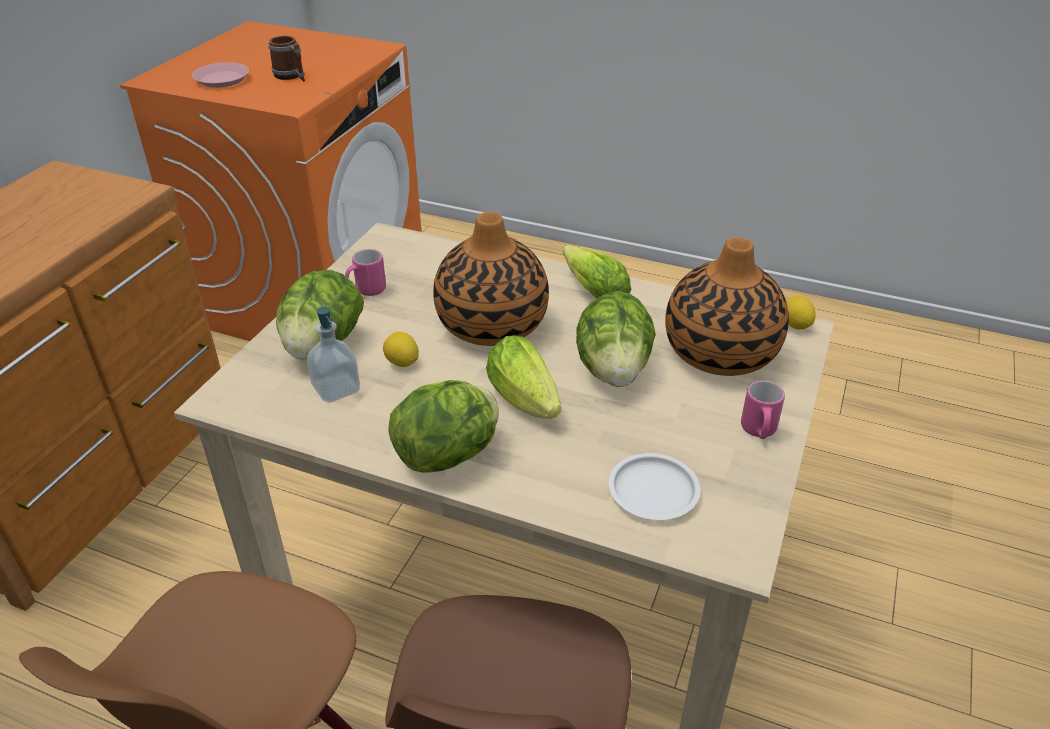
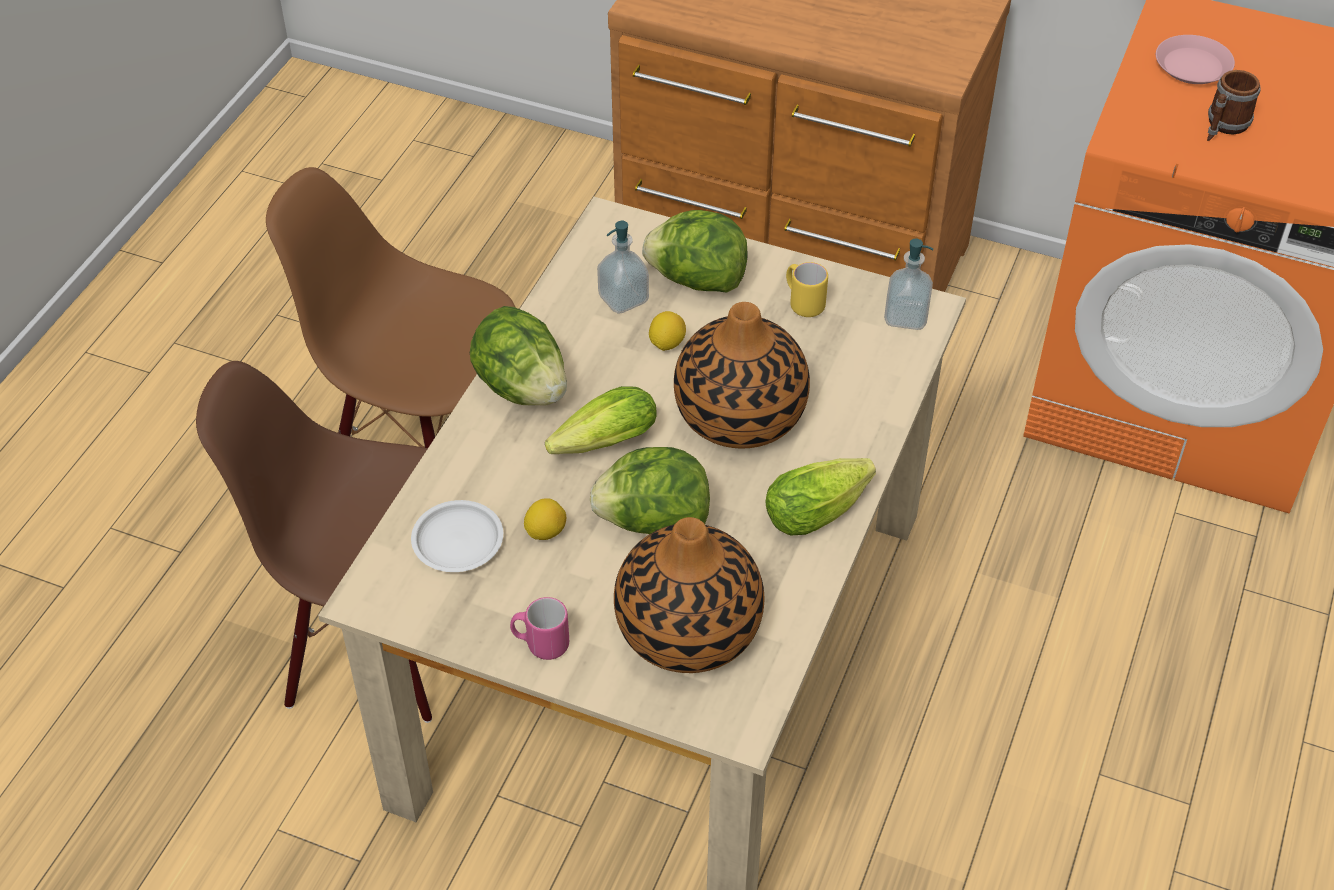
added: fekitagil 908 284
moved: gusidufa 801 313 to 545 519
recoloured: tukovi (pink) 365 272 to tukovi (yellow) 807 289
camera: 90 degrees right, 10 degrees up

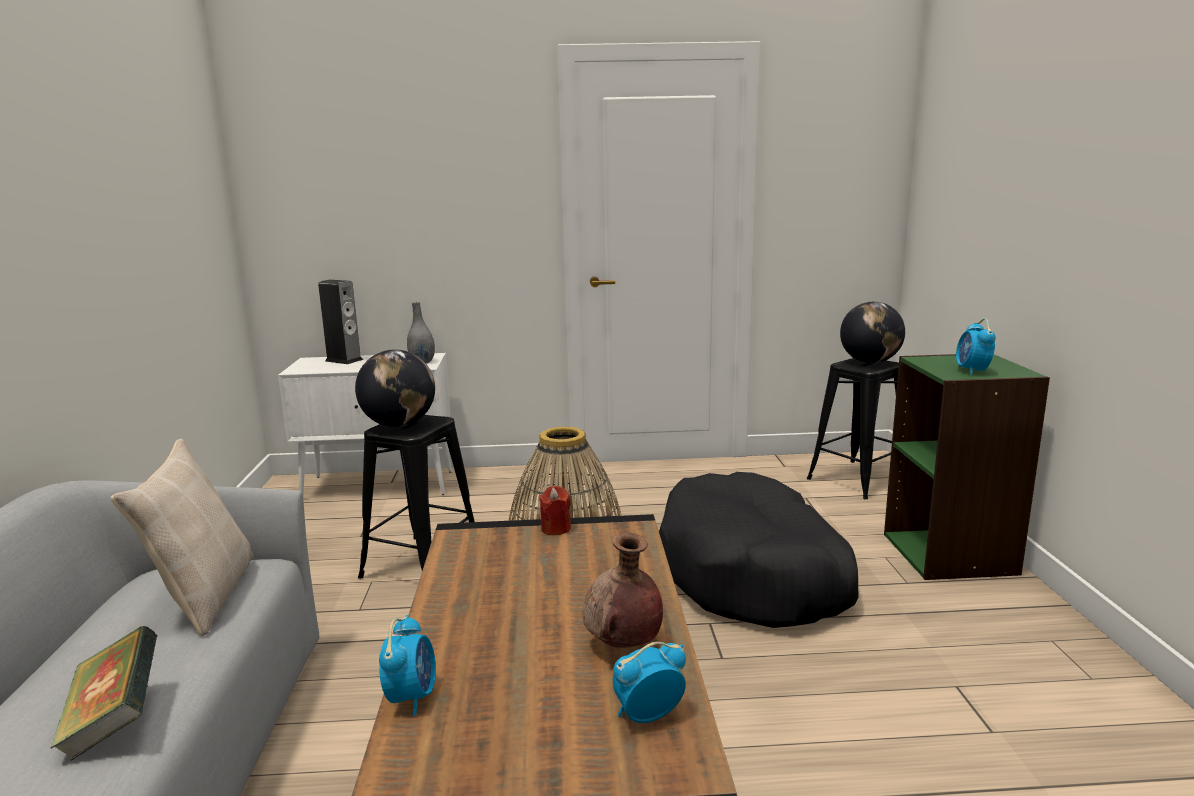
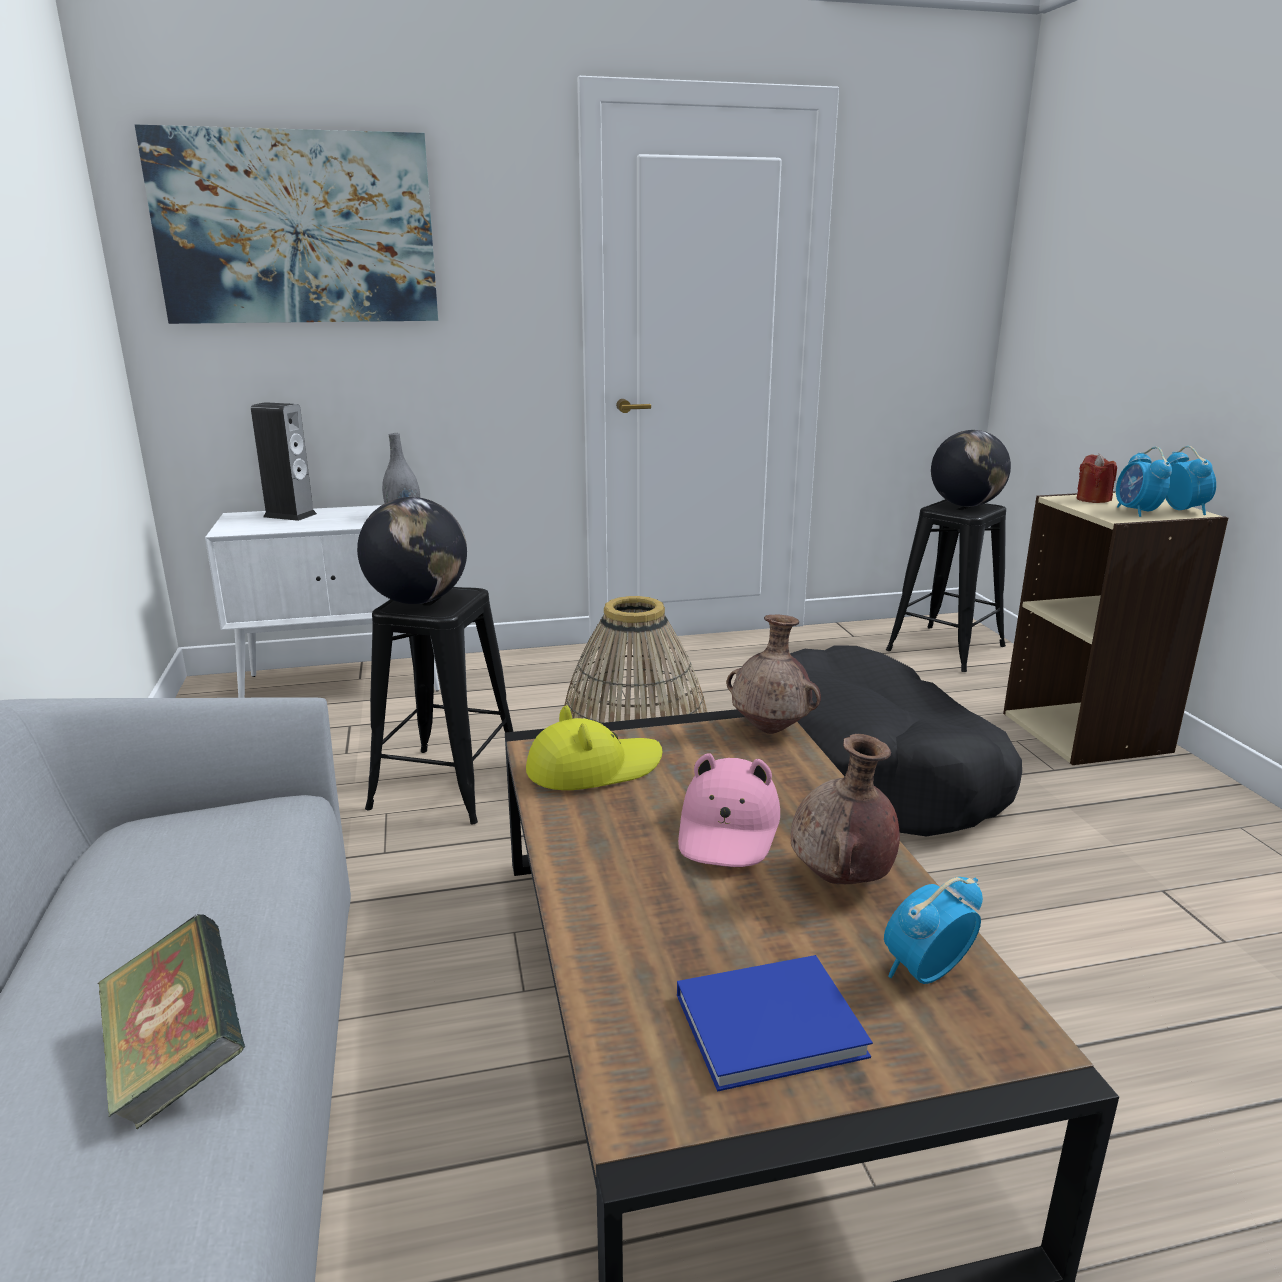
removed: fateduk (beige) 182 537
added: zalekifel 286 224; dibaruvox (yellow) 594 747; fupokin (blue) 775 1023; dibaruvox (pink) 729 810; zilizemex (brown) 773 674
moved: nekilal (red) 555 510 to 1097 478; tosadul 407 665 to 1191 480
recoloured: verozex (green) 967 467 to verozex (beige) 1115 628
camera: 10 degrees left, 5 degrees up

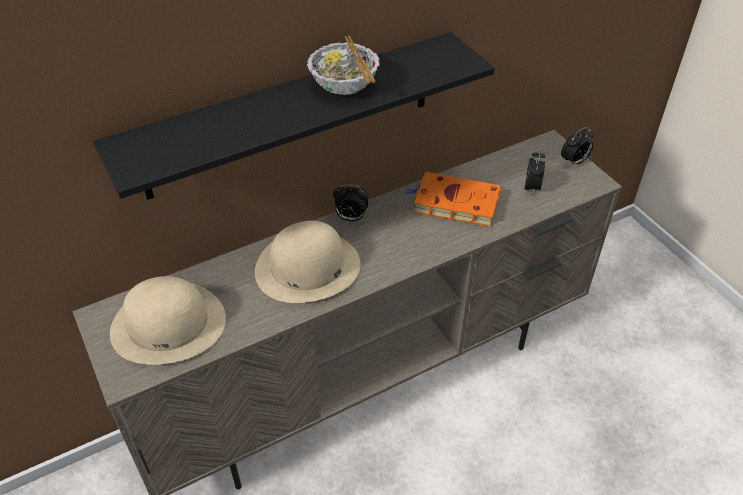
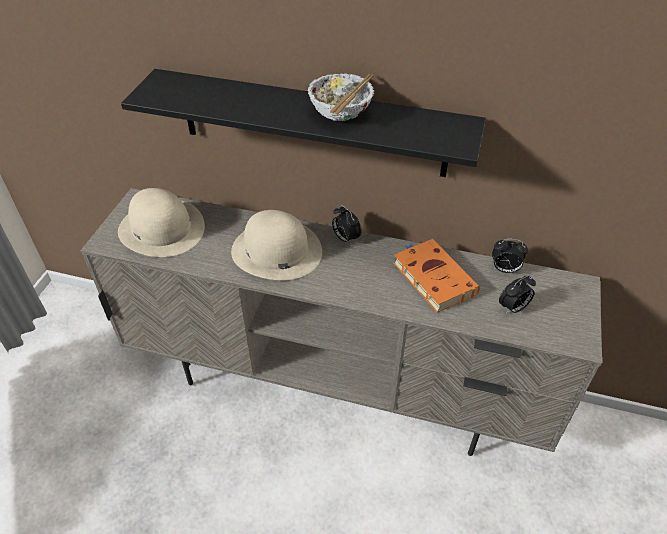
moved: tosadul 577 146 to 510 256
camera: 45 degrees right, 0 degrees up

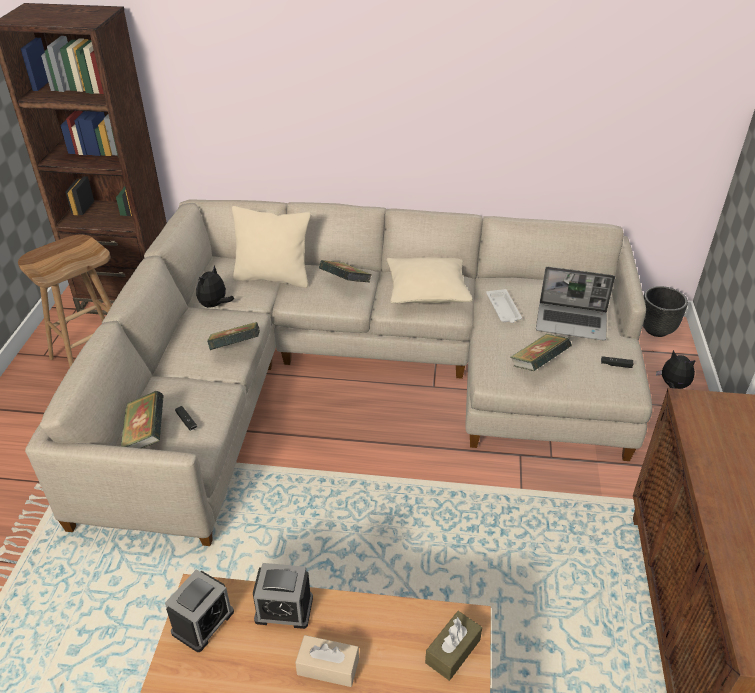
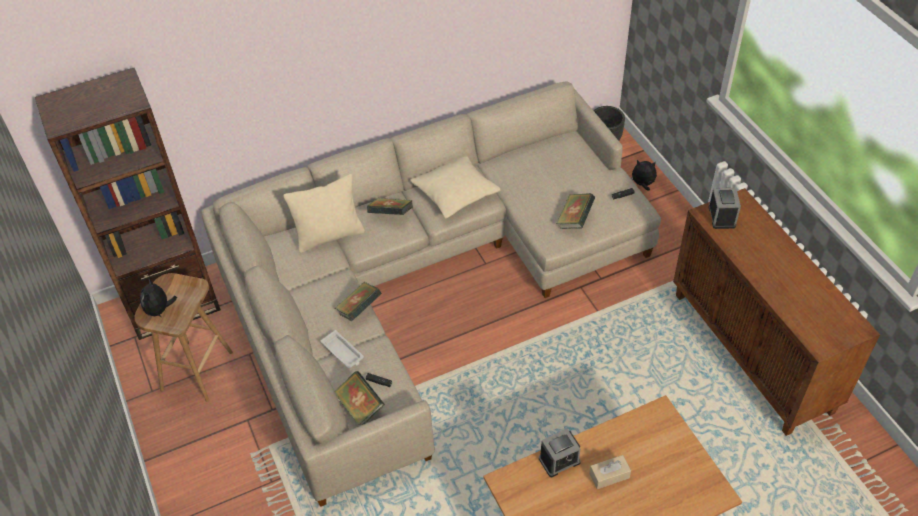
removed: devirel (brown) 453 646; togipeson 575 304
moved: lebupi 215 286 to 158 297; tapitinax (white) 504 306 to 342 349; tosadul 199 611 to 725 208
camera: 30 degrees left, 10 degrees up

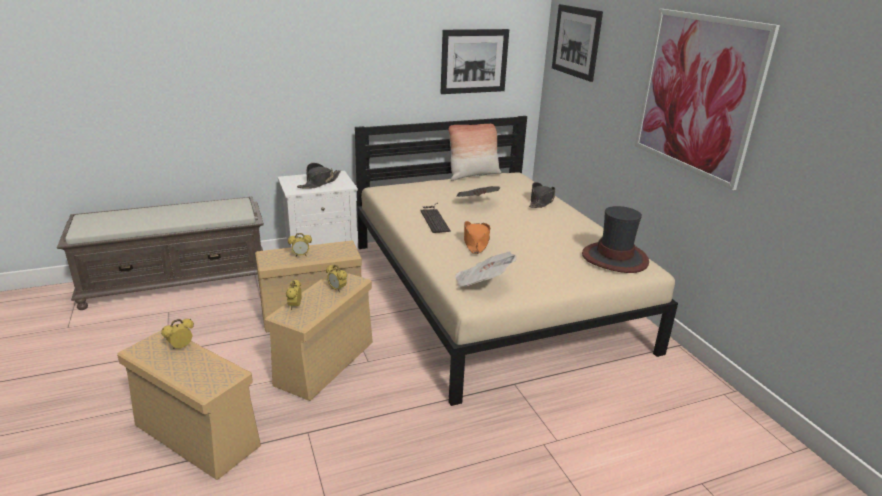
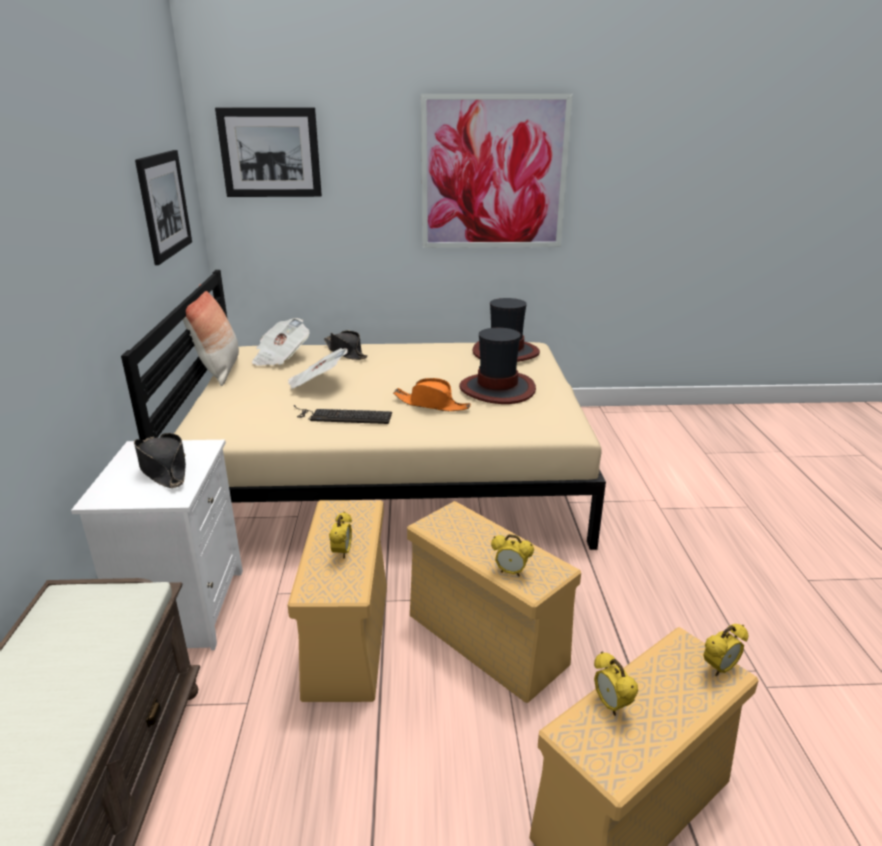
added: dibaruvox 497 366
moved: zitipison 486 270 to 280 342; tosadul 336 278 to 725 650
camera: 70 degrees left, 0 degrees up

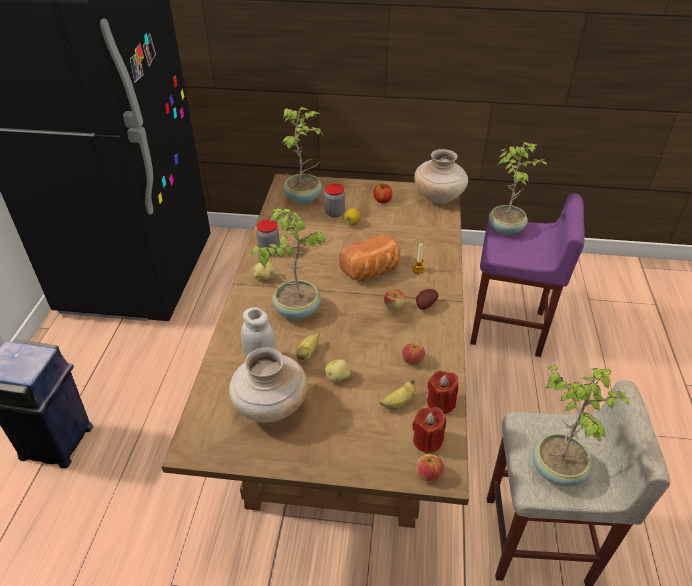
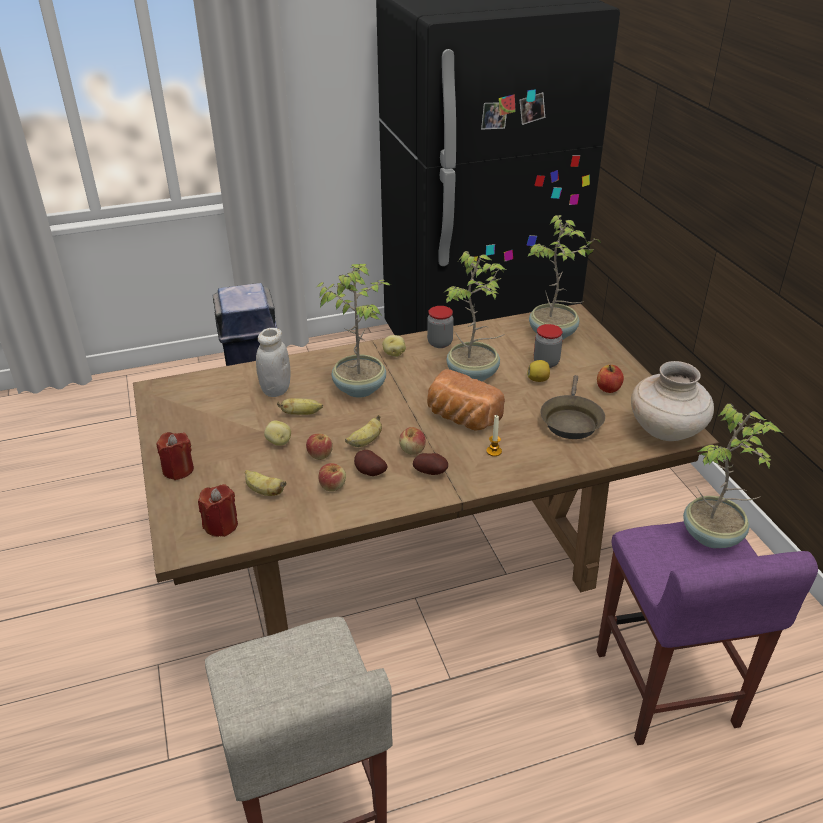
removed: zilizemex (beige) 268 385
added: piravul 363 431; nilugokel 371 463; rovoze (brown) 573 407
moved: nekilal (red) 442 392 to 175 456; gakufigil 430 468 to 319 447; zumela 582 426 to 475 316
camera: 65 degrees right, 5 degrees down

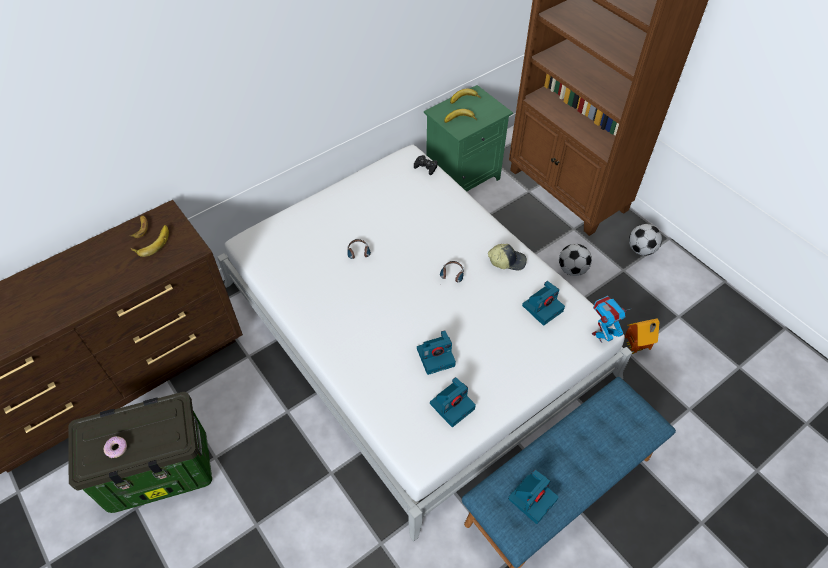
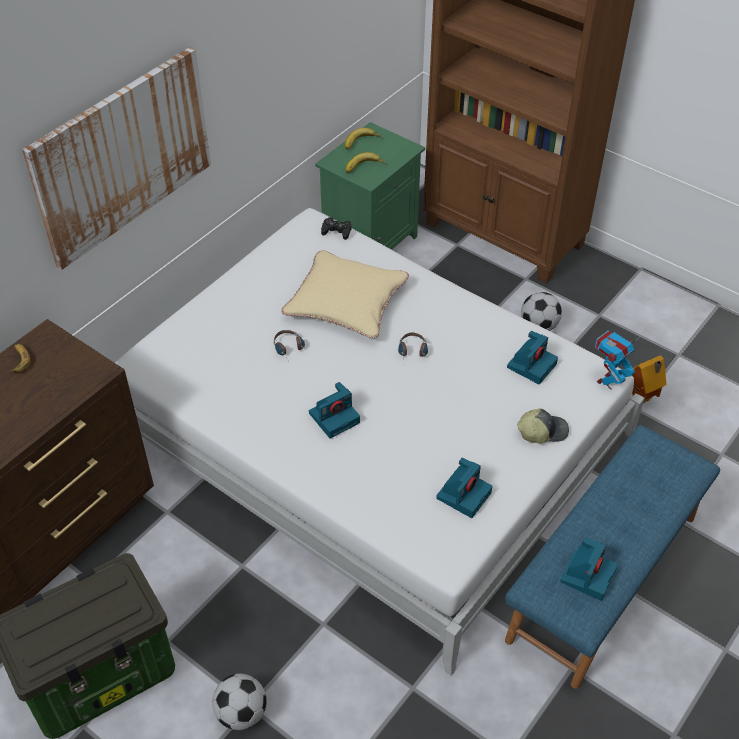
removed: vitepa 115 447; piravul 150 241
added: zalekifel 116 158; fateduk (beige) 345 294
moved: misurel 645 240 to 239 702; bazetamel 436 352 to 334 410; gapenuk 507 257 to 543 426
camera: 15 degrees left, 5 degrees down

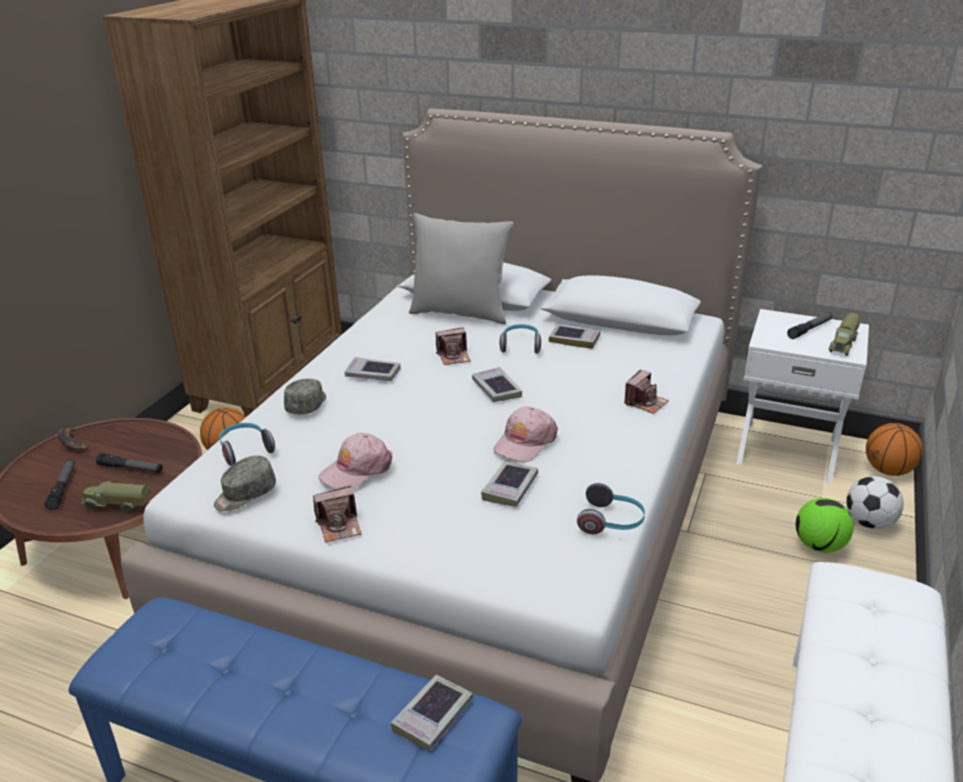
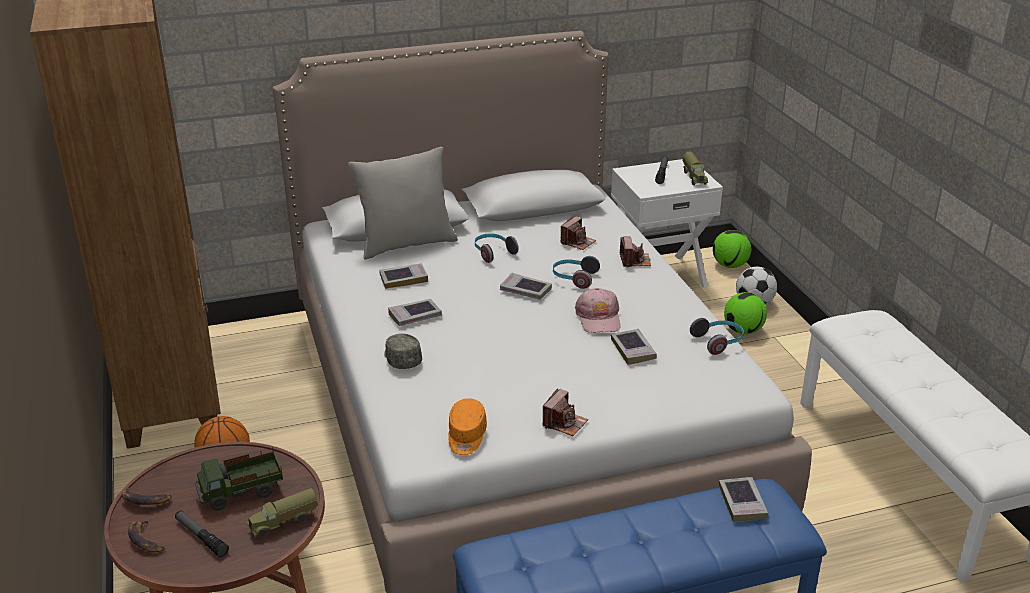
removed: gapenuk (pink) 355 461
added: piravul 146 535
moved: fupokin 575 336 to 403 276; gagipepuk 247 444 to 576 272; bazetamel 453 346 to 578 233
replaced: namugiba 129 463 to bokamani 239 479; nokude 894 449 to misurel 732 249
recoloured: gapenuk (grey) 245 483 to gapenuk (orange) 467 426
camera: 40 degrees left, 0 degrees up

